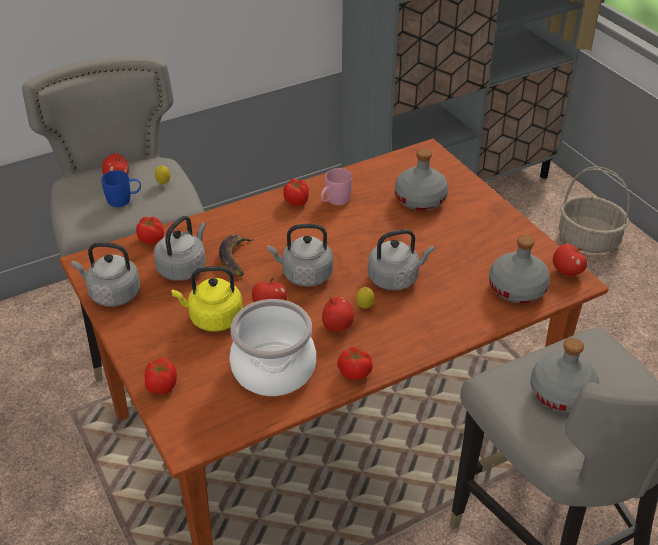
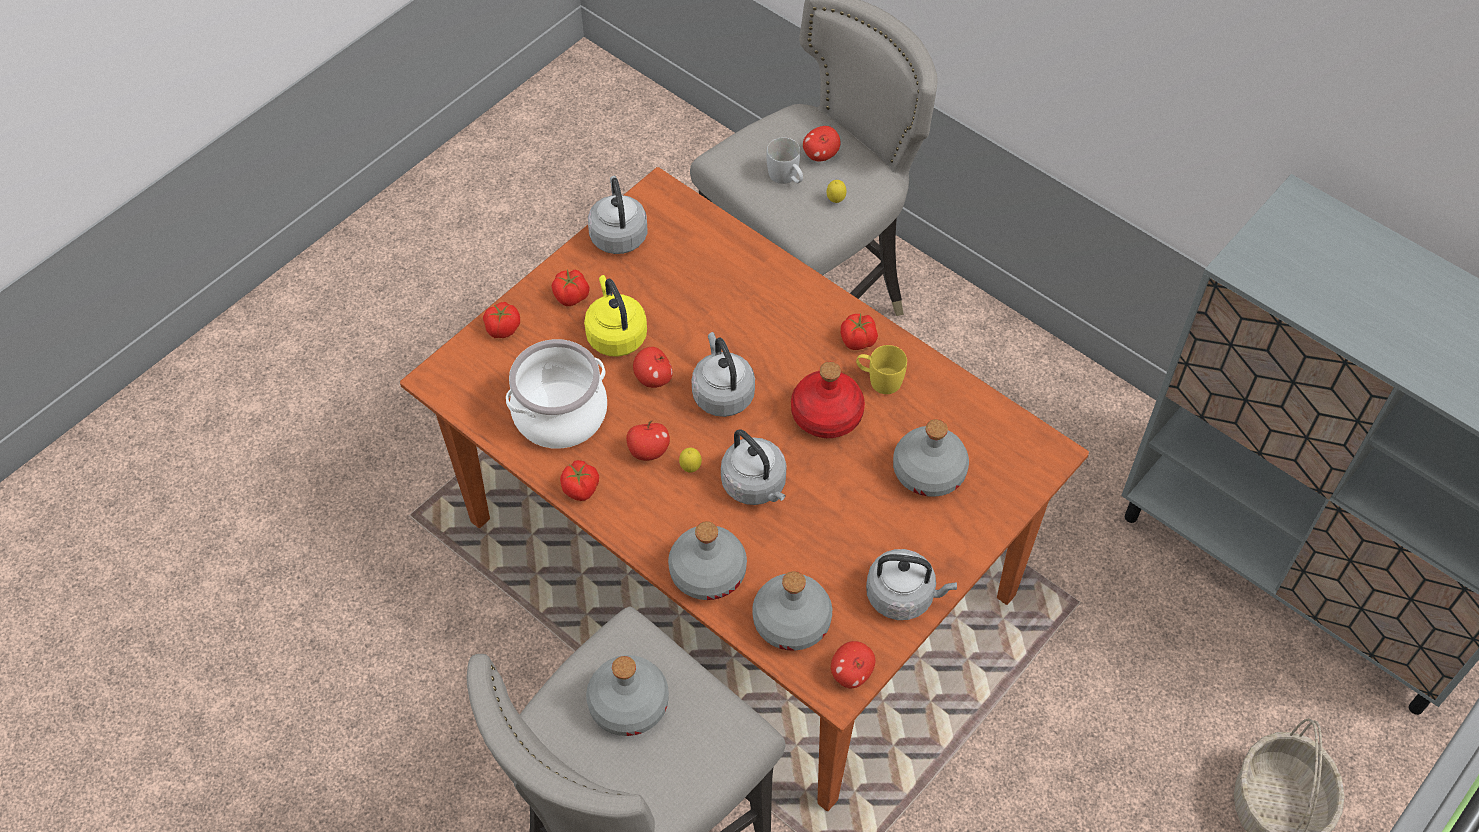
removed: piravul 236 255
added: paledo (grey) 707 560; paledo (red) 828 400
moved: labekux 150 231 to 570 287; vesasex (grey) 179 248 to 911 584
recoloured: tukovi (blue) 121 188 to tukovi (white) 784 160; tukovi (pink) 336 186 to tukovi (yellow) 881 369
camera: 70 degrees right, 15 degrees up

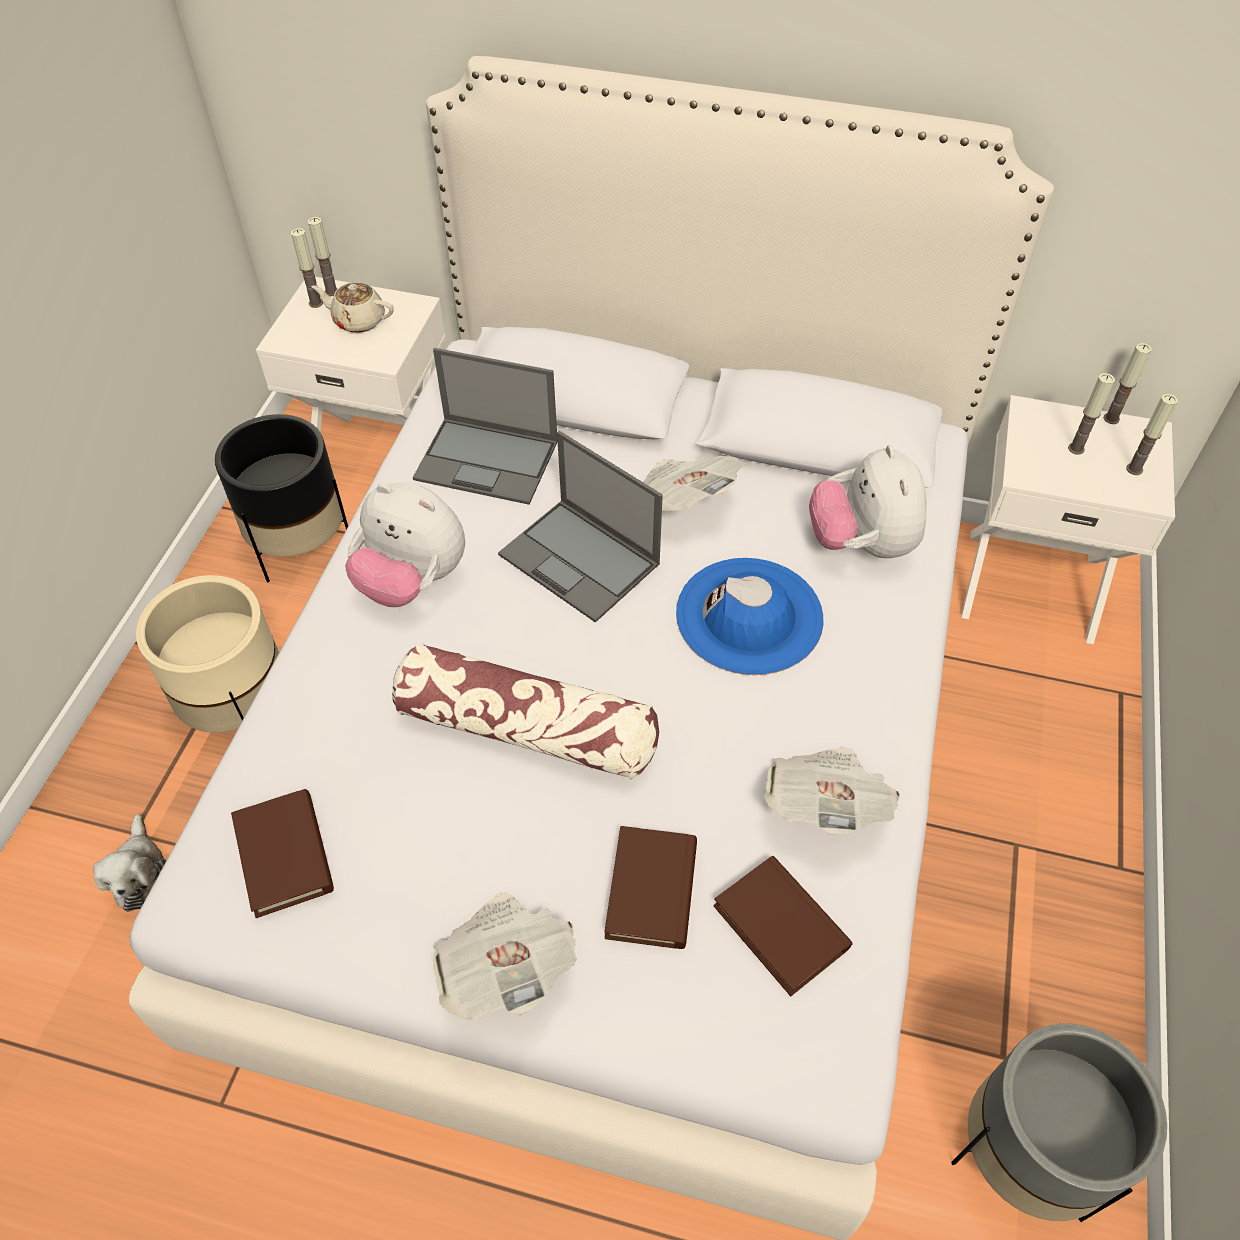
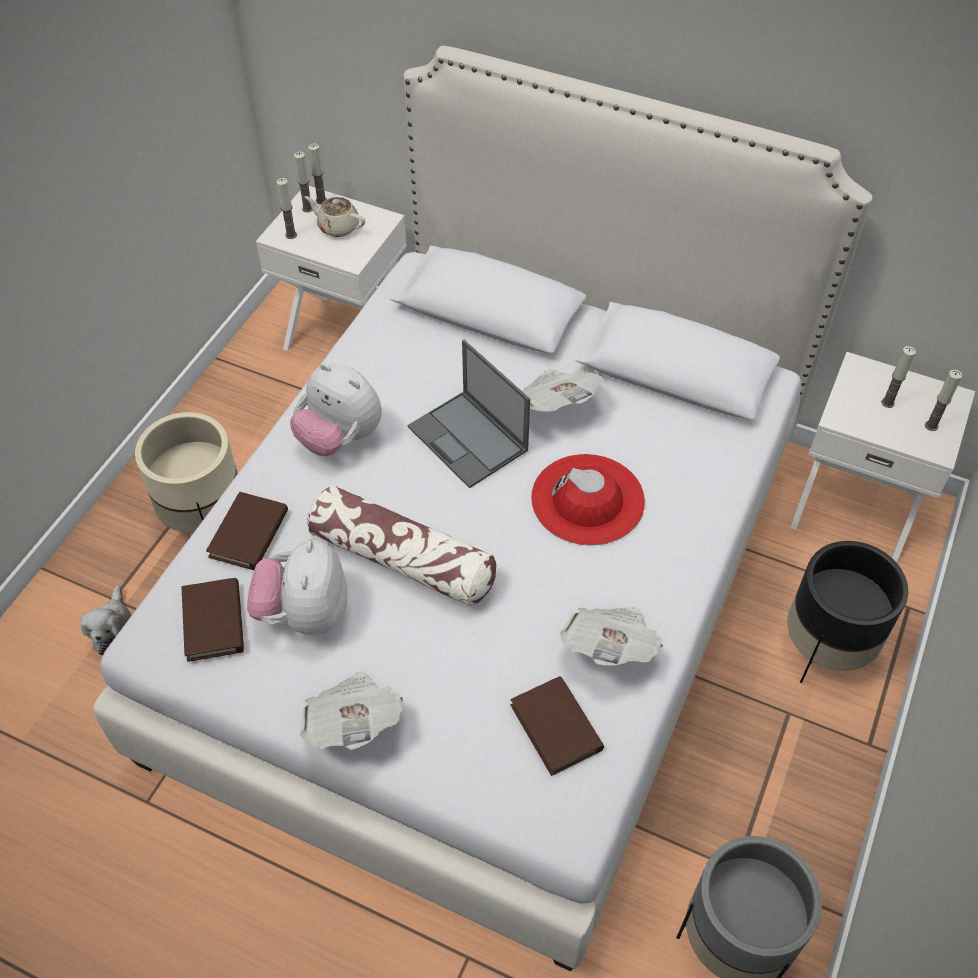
removed: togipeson 485 426
moved: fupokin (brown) 650 887 to 247 531; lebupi 868 501 to 297 587; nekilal 1127 383 to 286 208; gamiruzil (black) 281 498 to 847 612
recoloured: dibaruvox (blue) 750 616 to dibaruvox (red) 588 500
camera: 10 degrees right, 0 degrees up

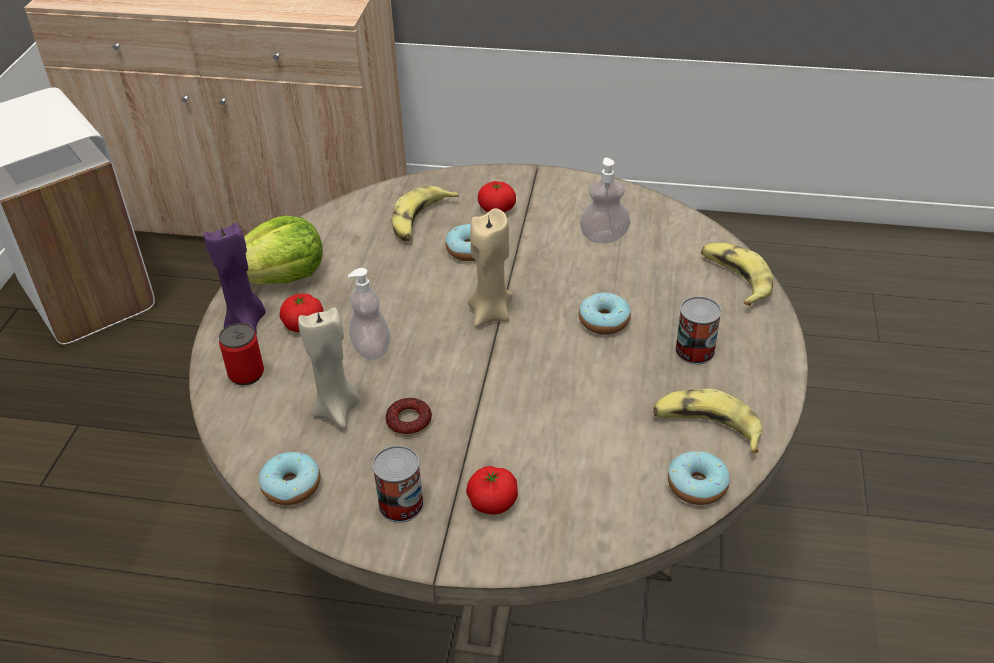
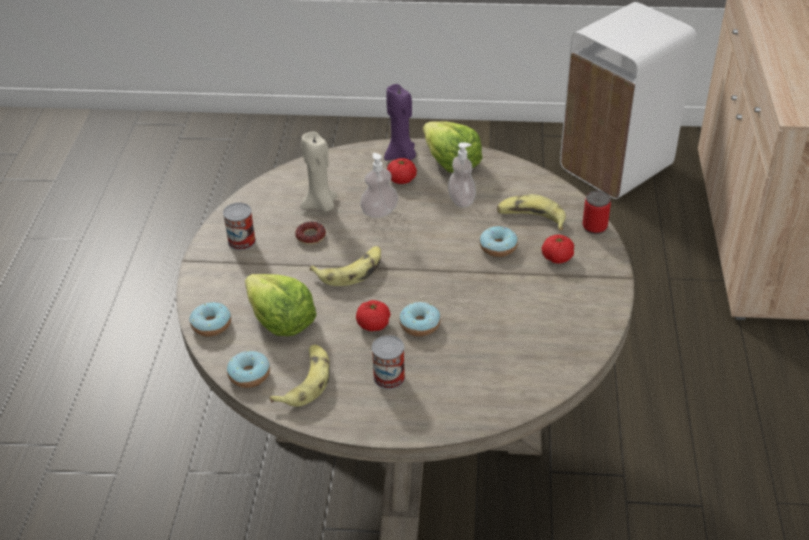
removed: nekilal (beige) 490 267
added: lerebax 280 305
moved: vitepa 289 478 to 210 319; piravul 737 274 to 345 266; labekux 492 490 to 373 315; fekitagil 605 200 to 462 174; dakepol 241 354 to 597 212
camera: 85 degrees right, 0 degrees up

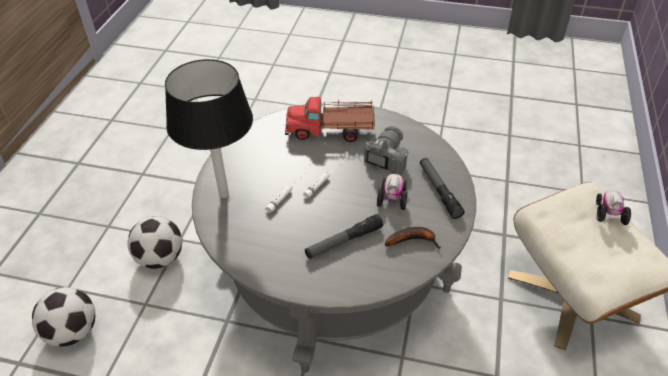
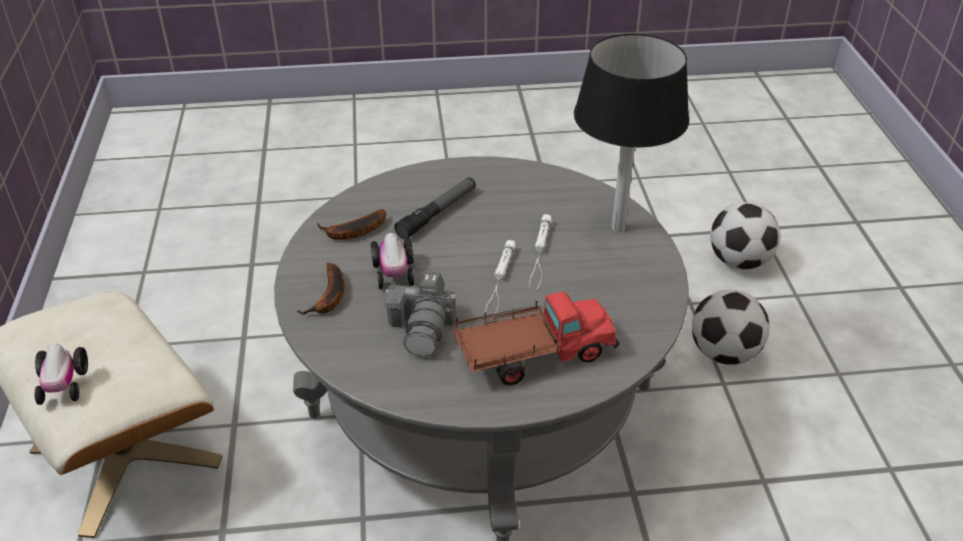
replaced: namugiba 442 188 to piravul 320 289
camera: 160 degrees right, 5 degrees down

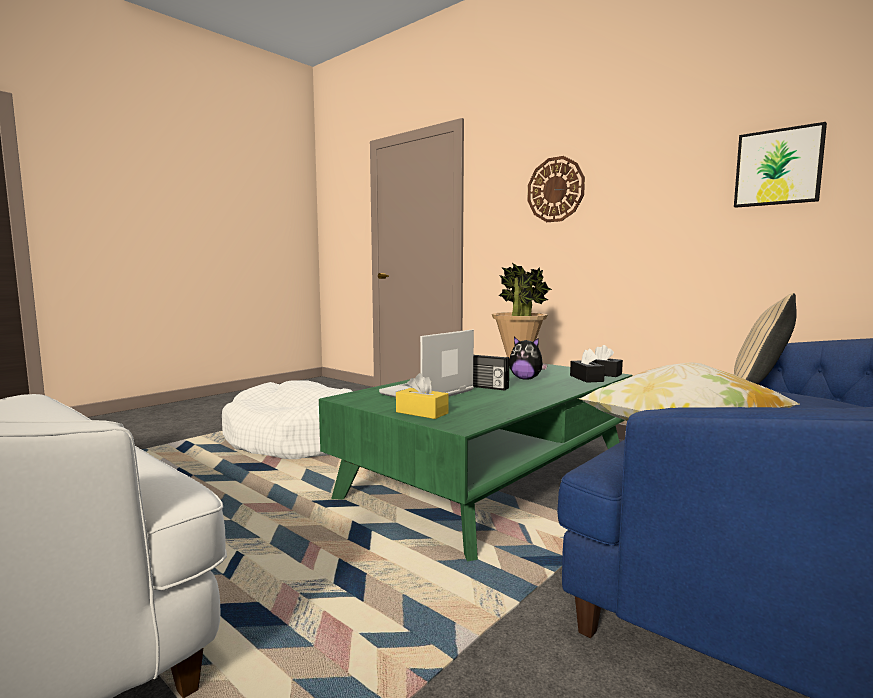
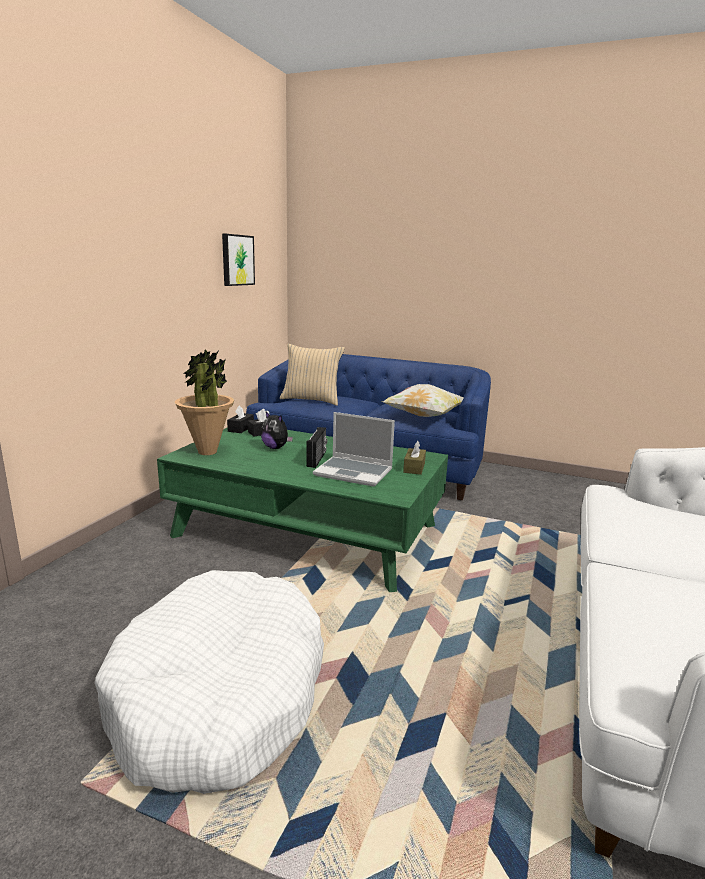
removed: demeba 556 189
recoloured: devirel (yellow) 422 396 to devirel (brown) 414 458
turned: lebupi 528 358 = 277 430 120 degrees clockwise
camera: 110 degrees left, 10 degrees up

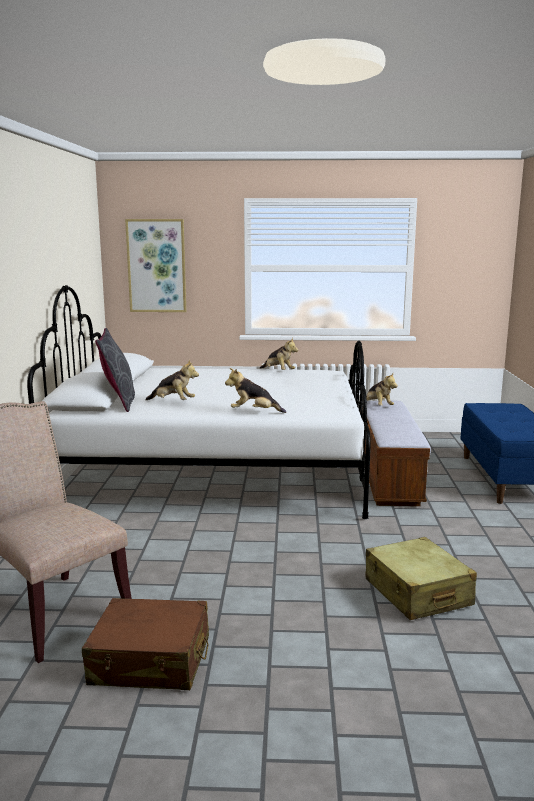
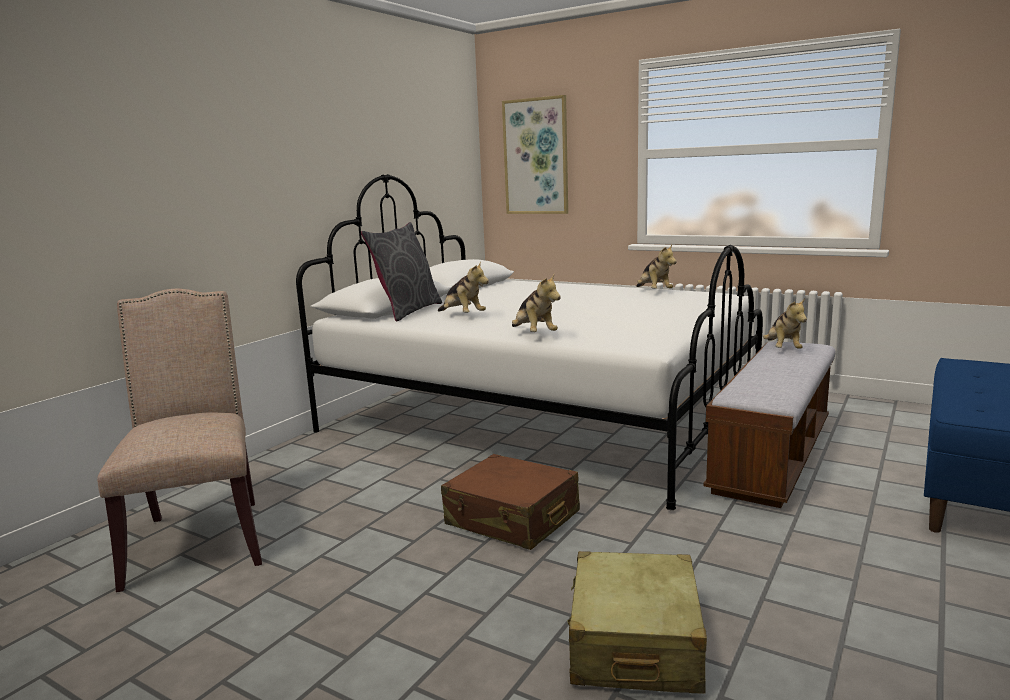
moved: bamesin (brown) 145 644 to 510 502
turned: lebupi 255 390 = 536 303 150 degrees counterclockwise
camera: 30 degrees right, 0 degrees up

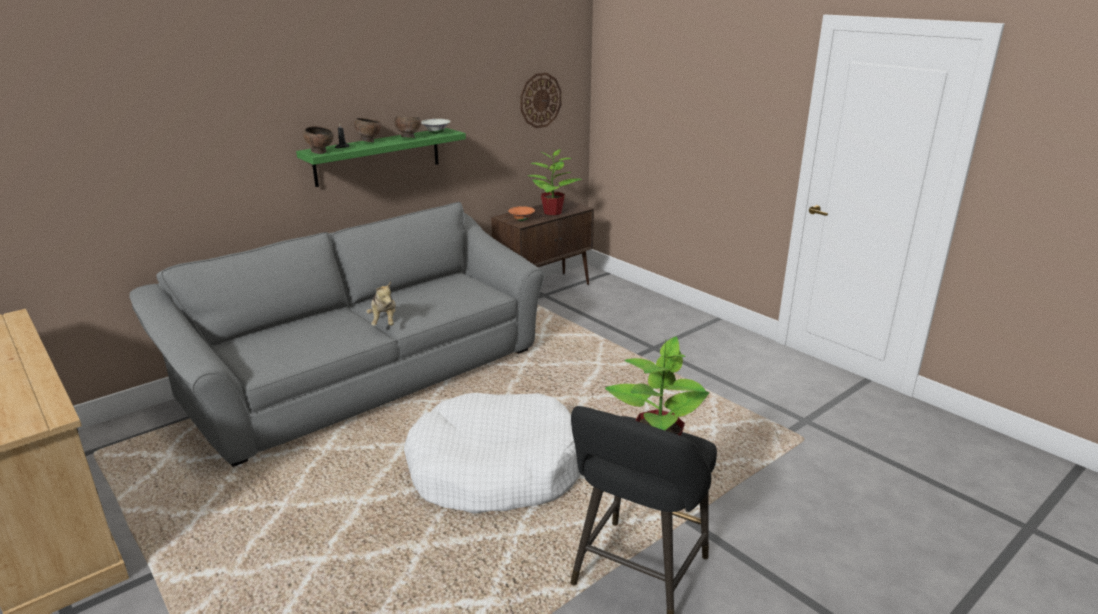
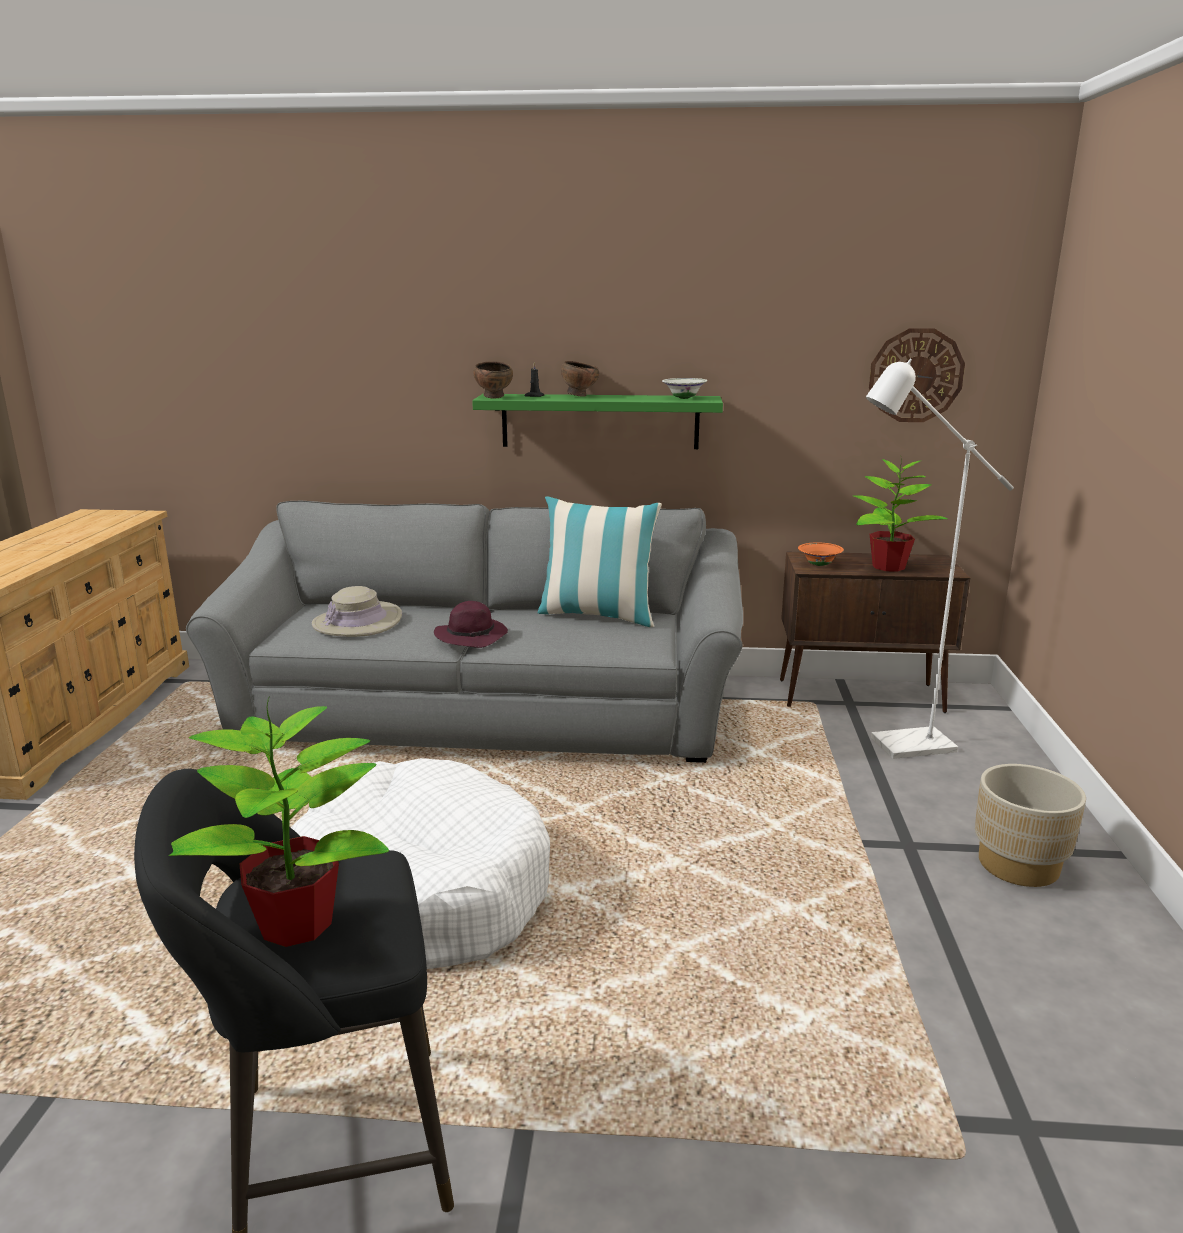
removed: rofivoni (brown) 407 127
added: dibaruvox (beige) 357 611; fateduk 600 562; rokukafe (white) 940 559; gamiruzil (beige) 1030 825
replaced: lebupi 381 304 to dibaruvox (purple) 471 624
camera: 45 degrees right, 5 degrees down

